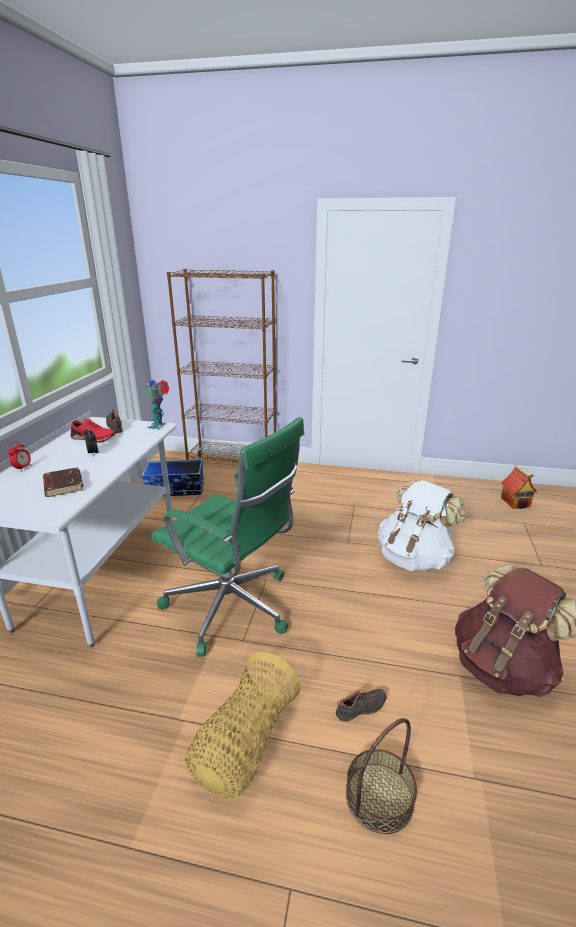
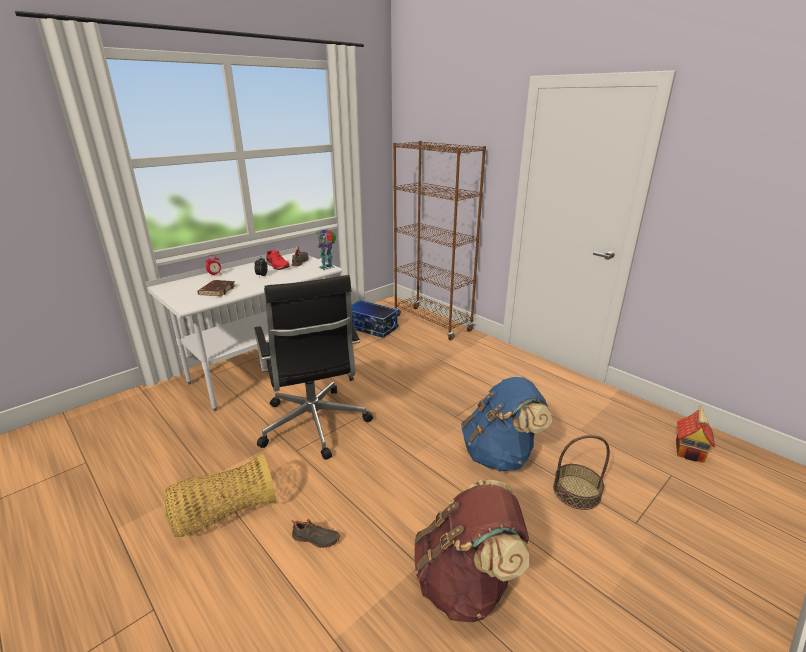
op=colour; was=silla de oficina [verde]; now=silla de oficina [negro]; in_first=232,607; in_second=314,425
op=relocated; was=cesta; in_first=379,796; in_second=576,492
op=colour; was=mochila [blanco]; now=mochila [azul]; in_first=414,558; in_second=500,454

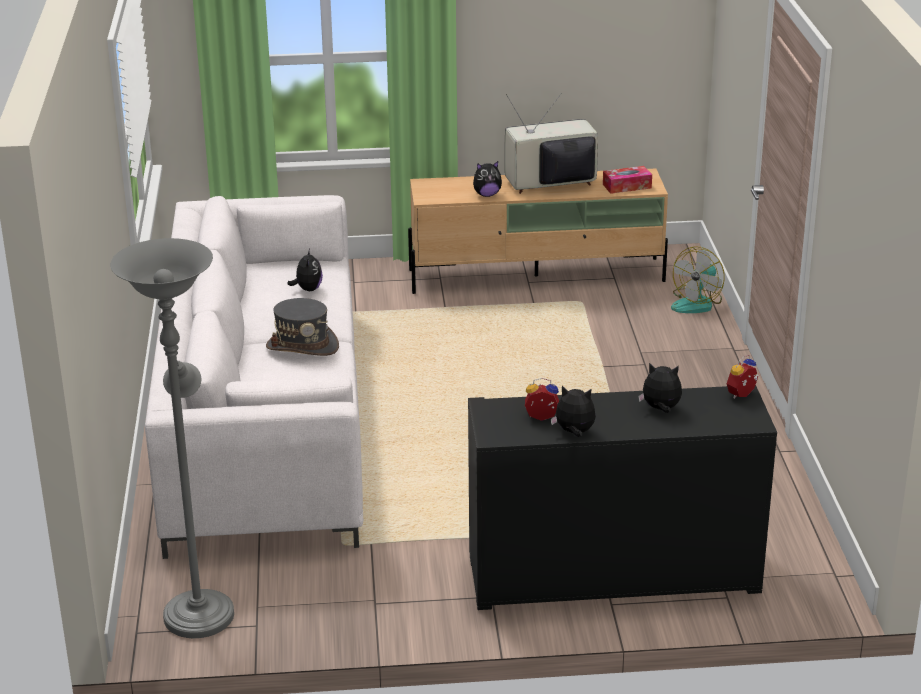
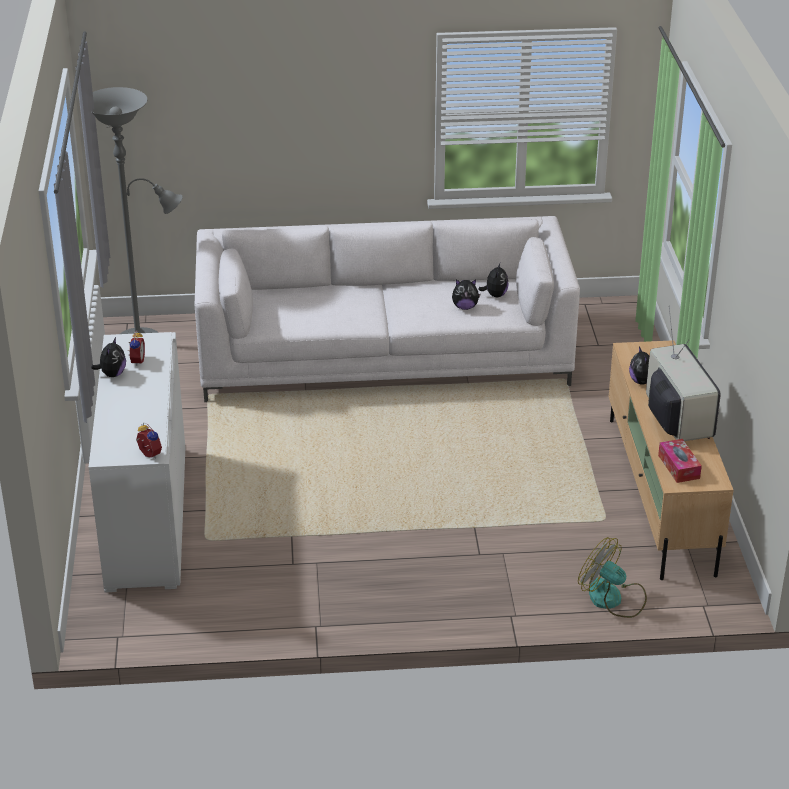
op=missing; was=sombrero [gris]; in_first=302,346
op=colour; was=armario [negro]; now=armario [blanco]; in_first=613,573; in_second=147,517
op=relocated; was=peluche; in_first=661,409; in_second=495,295

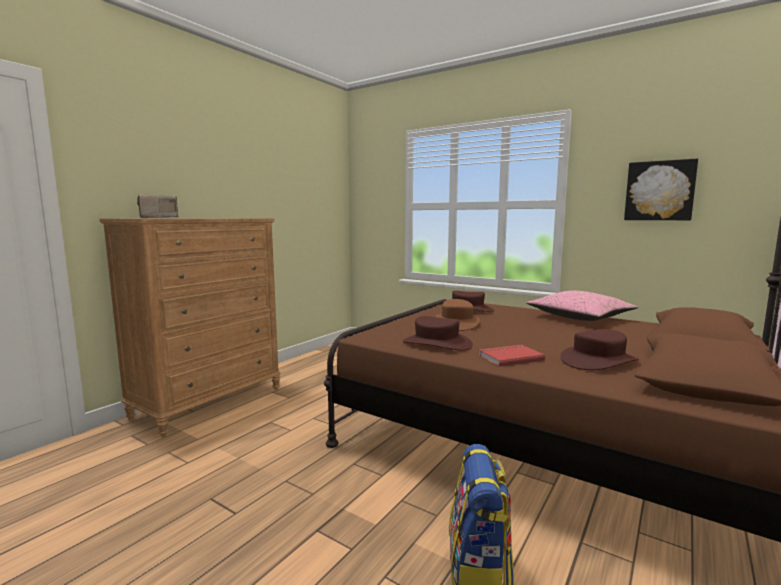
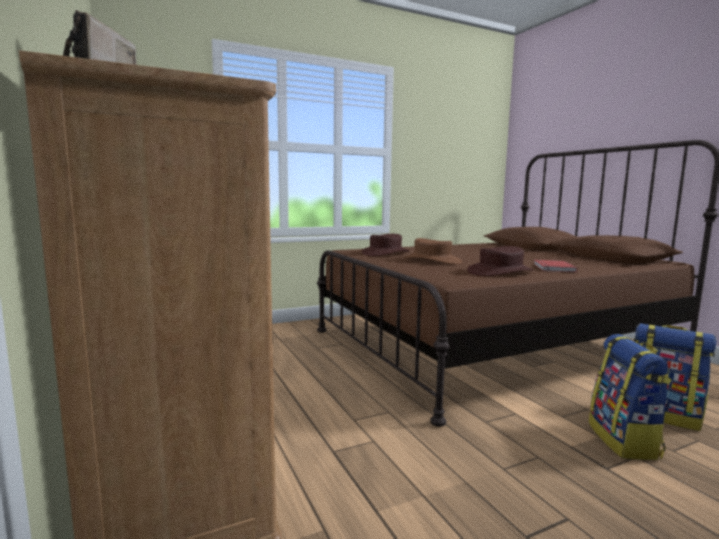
op=missing; was=cojín [rosa]; in_first=579,318
op=missing; was=sombrero [marrón]; in_first=598,361
op=missing; was=cuadro; in_first=659,191
op=appeared; now=mochila; in_second=625,441

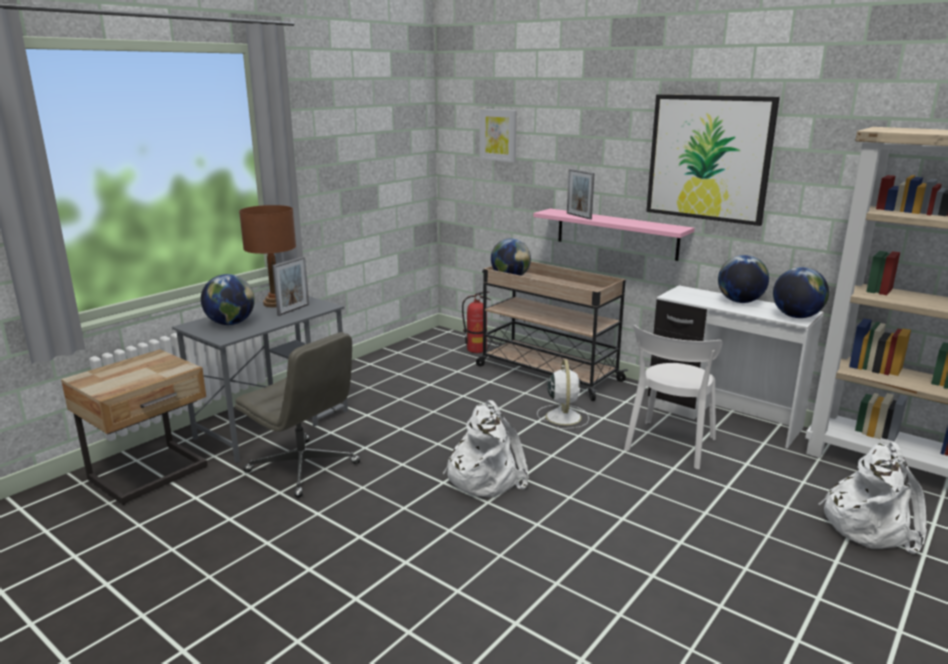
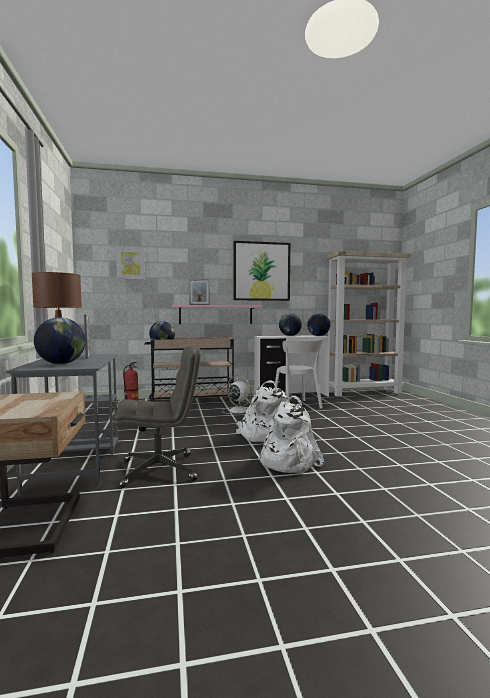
op=relocated; was=mochila [blanco]; in_first=869,525; in_second=287,462

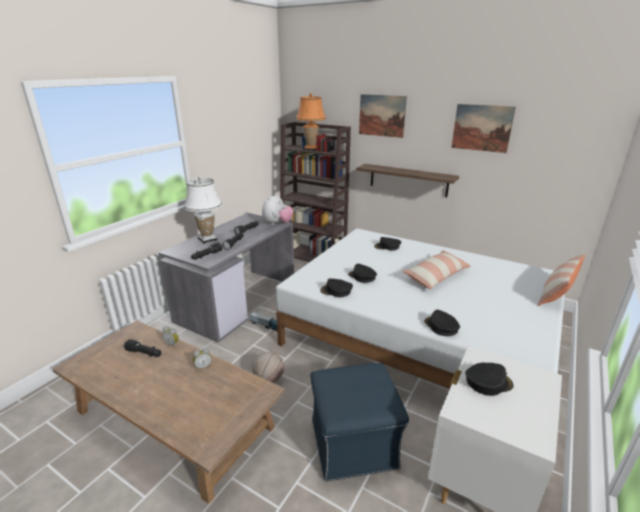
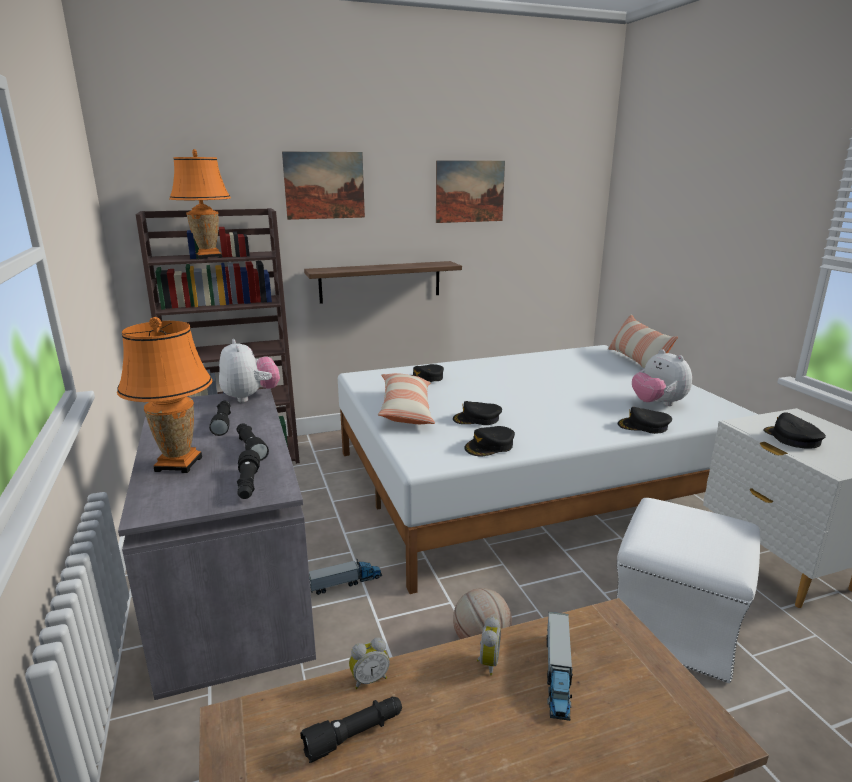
op=colour; was=lámpara de mesa [blanco]; now=lámpara de mesa [naranja]; in_first=207,239; in_second=178,464
op=colour; was=puf [azul]; now=puf [blanco]; in_first=354,443; in_second=675,624
op=relocated; was=cojín; in_first=436,276; in_second=406,409
op=spun; was=gorra [negro]; in_first=487,382; in_second=792,438; clockwise=-45
op=appeared; now=camión de juguete; in_second=557,674
op=appeared; now=peluche; in_second=658,404

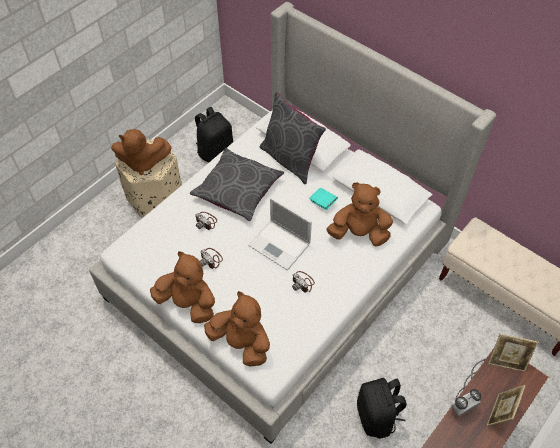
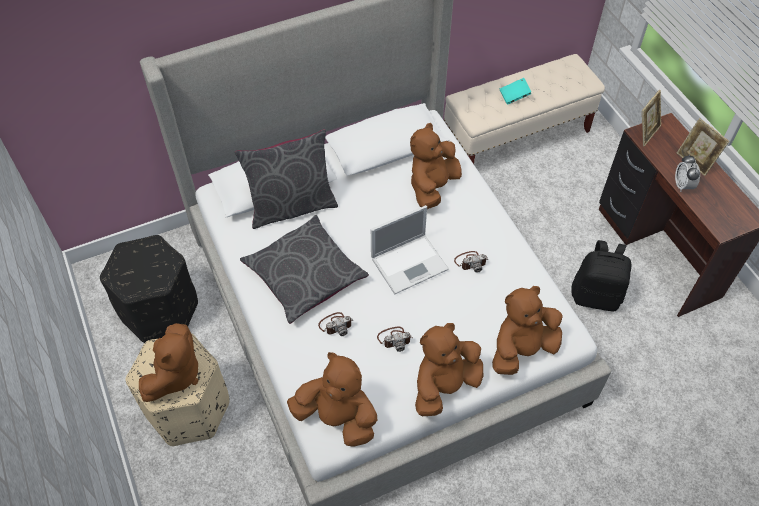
op=exchanged; was=mochila [negro]; now=puf [negro]; in_first=215,151; in_second=160,311
op=relocated; was=libro [turquesa]; in_first=323,202; in_second=514,96
op=appeared; now=peluche [marrón]; in_second=337,418

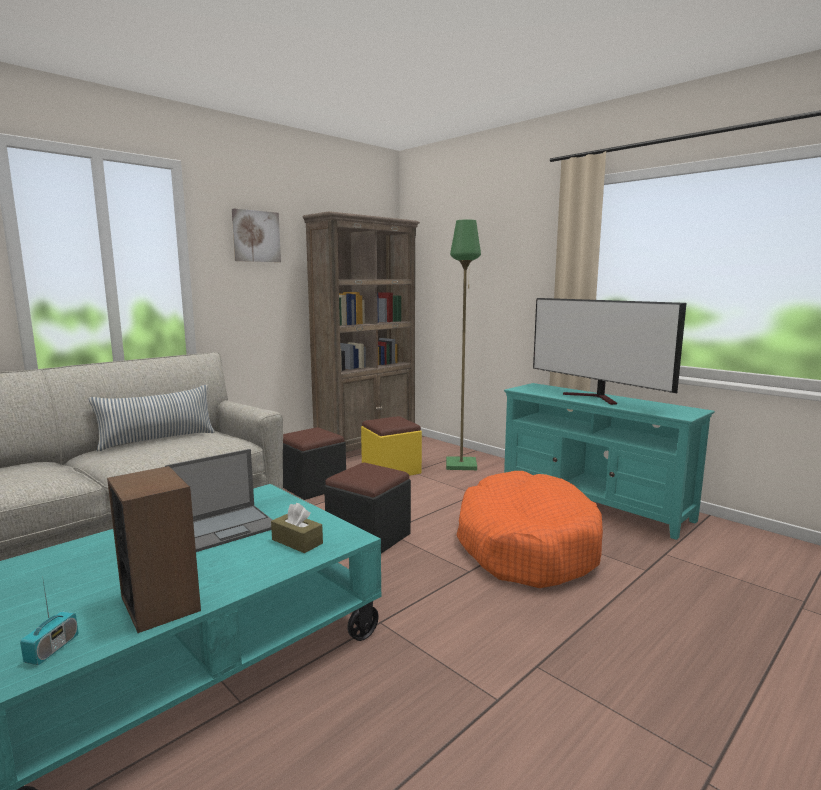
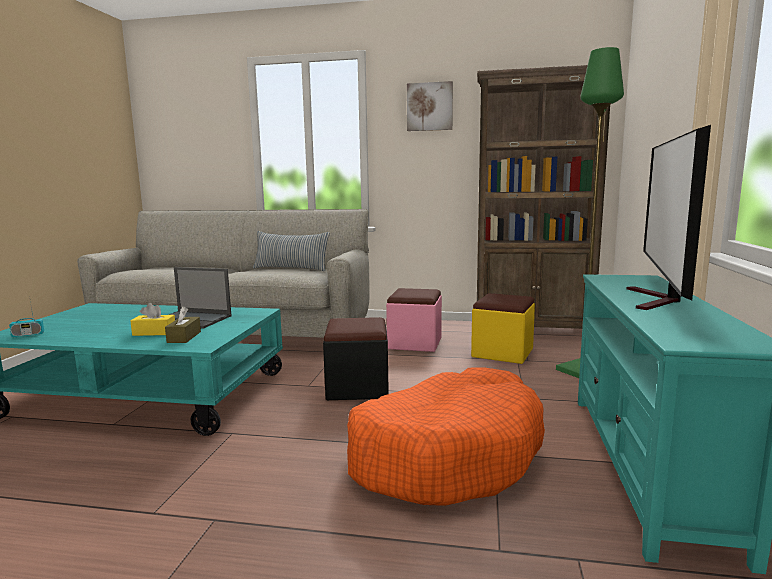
op=missing; was=altavoz; in_first=161,603
op=colour; was=puf [negro]; now=puf [rosa]; in_first=312,486; in_second=415,343
op=appeared; now=caja de pañuelos [amarillo]; in_second=154,332

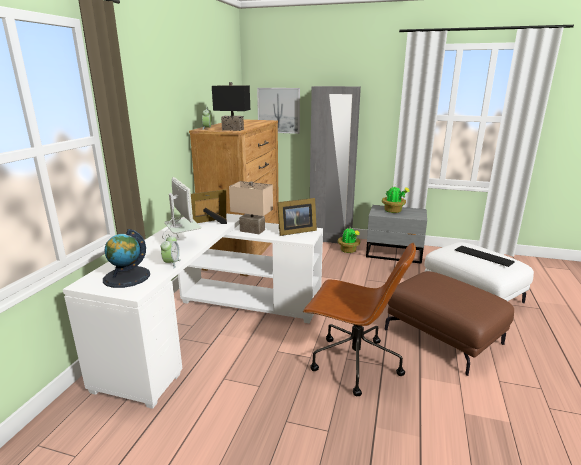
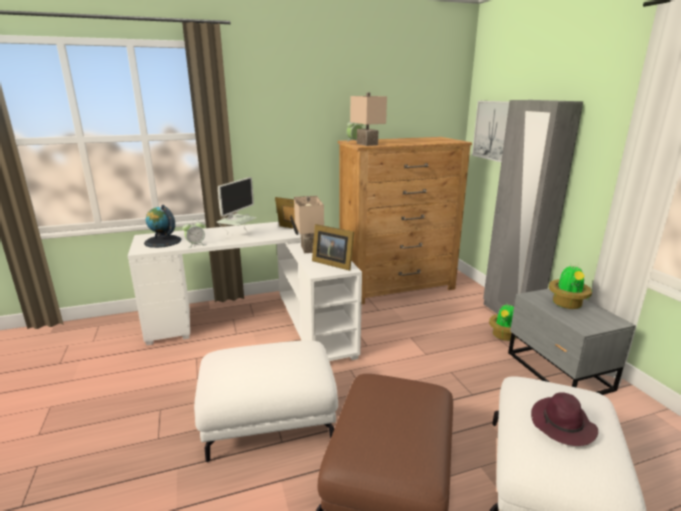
op=colour; was=lámpara de mesa [negro]; now=lámpara de mesa [beis]; in_first=233,129; in_second=368,144
op=exchanged; was=silla de oficina [marrón]; now=puf [blanco]; in_first=353,363; in_second=268,420
op=exchanged; was=teclado; now=sombrero [morado]; in_first=483,256; in_second=562,425

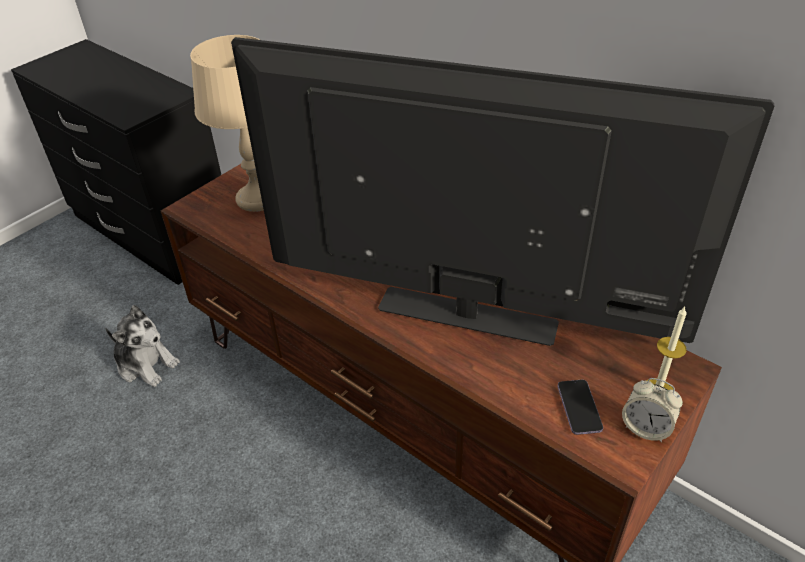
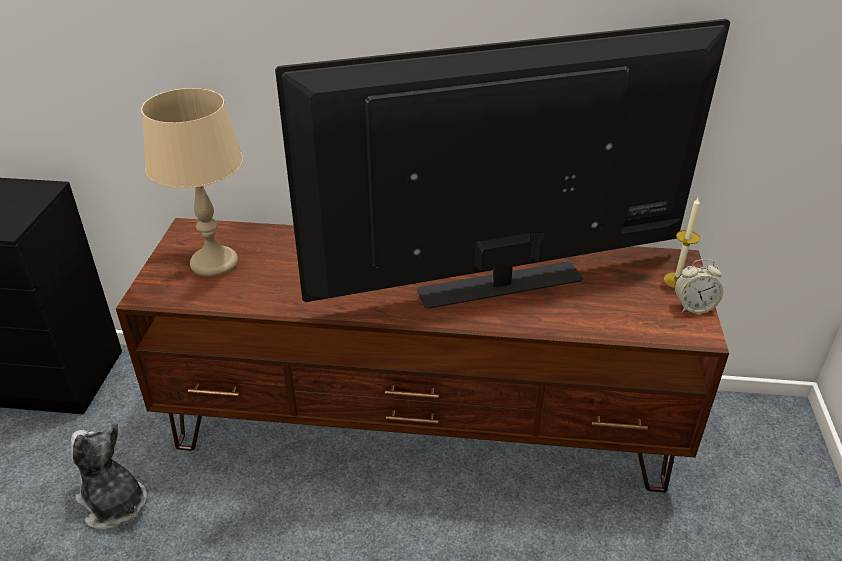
op=spun; was=peluche; in_first=146,364; in_second=114,504; clockwise=-135
op=missing; was=móvil; in_first=579,408

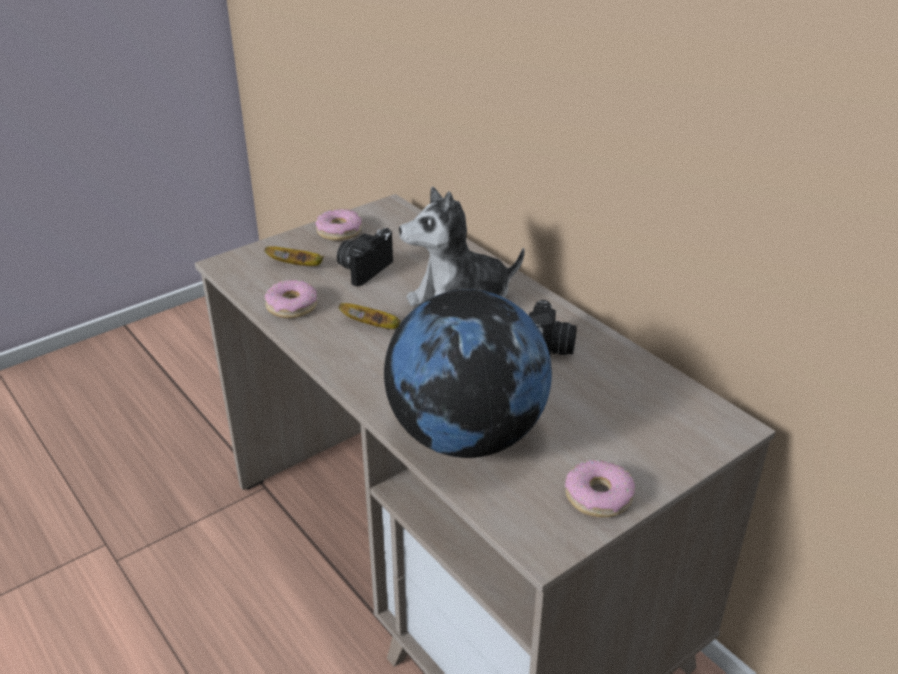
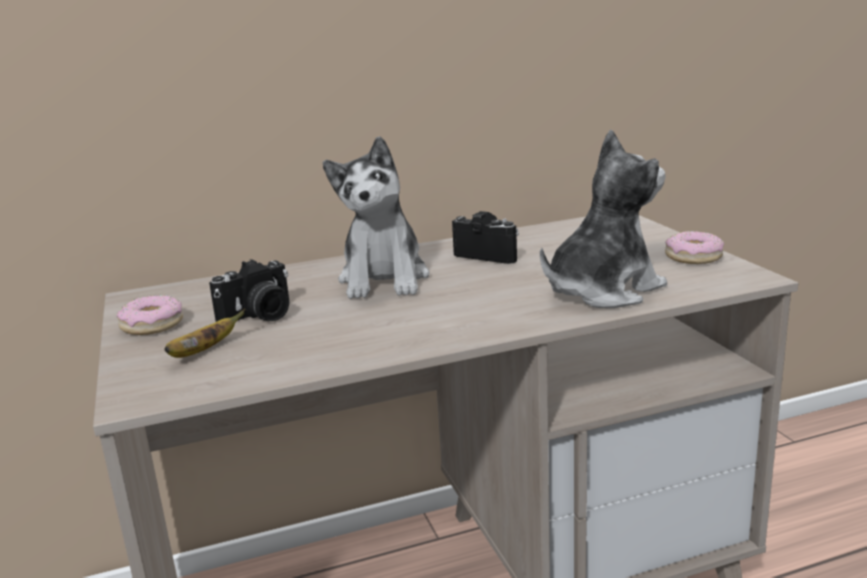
op=missing; was=rosquilla; in_first=291,306
op=spun; was=cámara; in_first=364,269; in_second=259,316; clockwise=-90
op=missing; was=plátano; in_first=373,326
op=exchanged; was=globo terráqueo; now=peluche; in_first=466,436; in_second=602,291

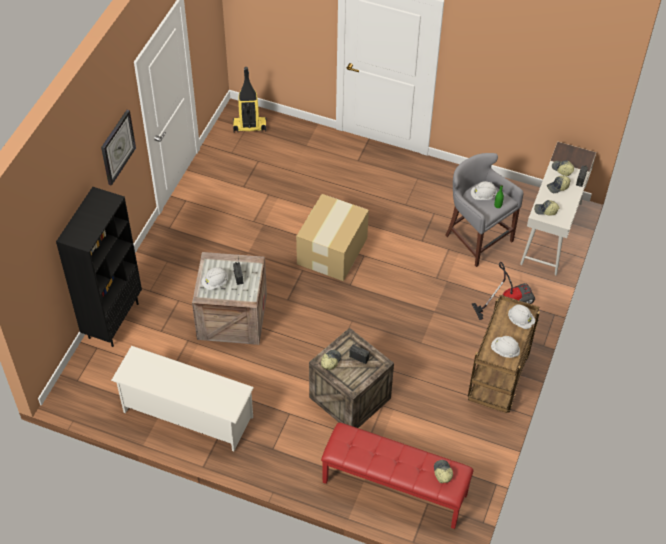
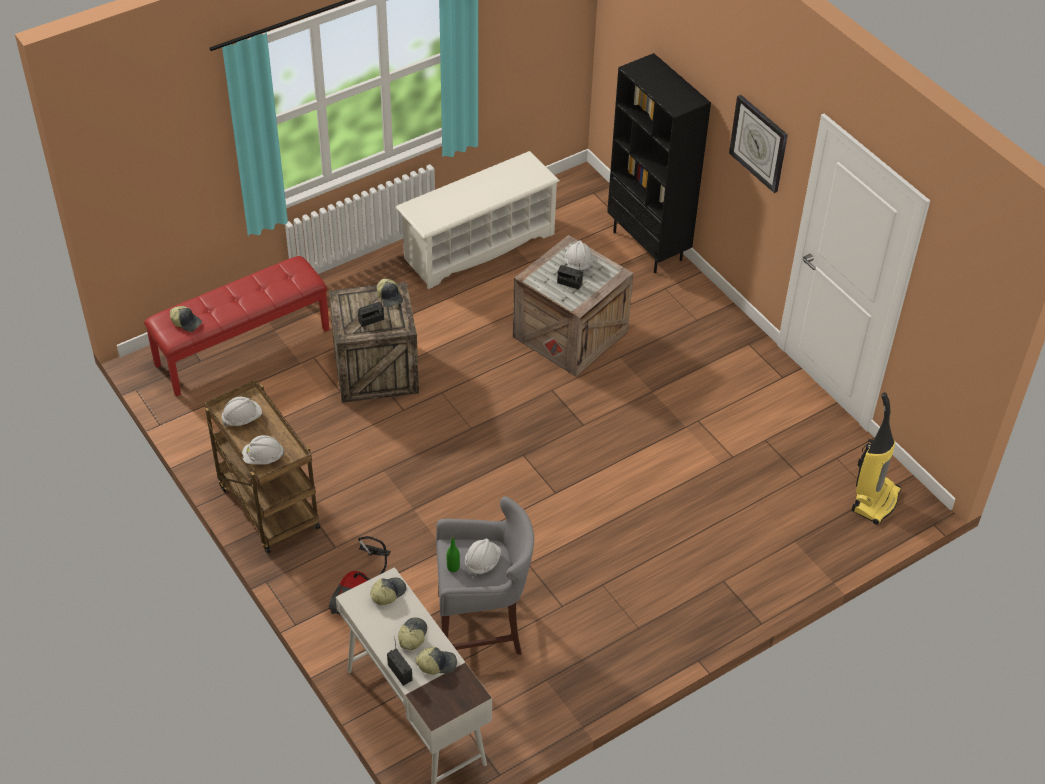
op=missing; was=caja de cartón; in_first=331,251

